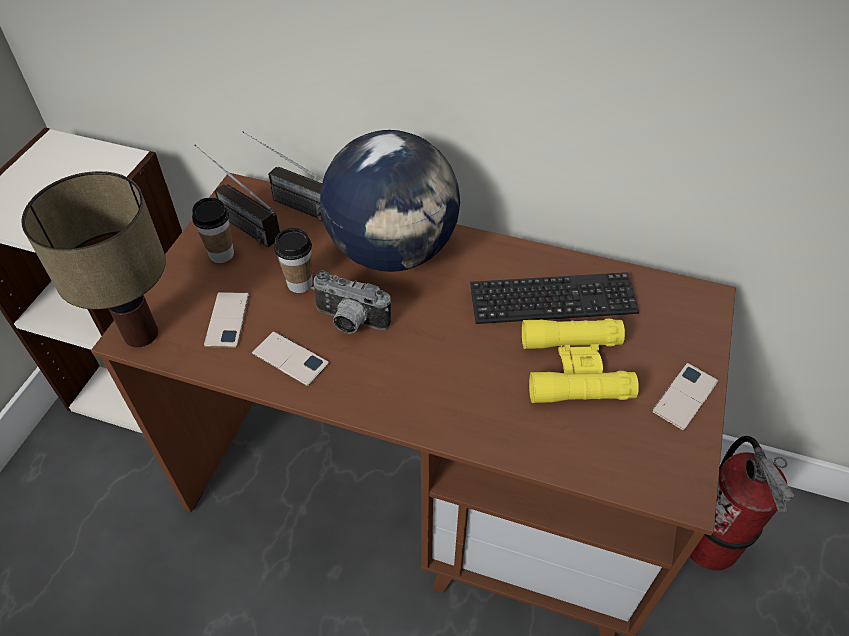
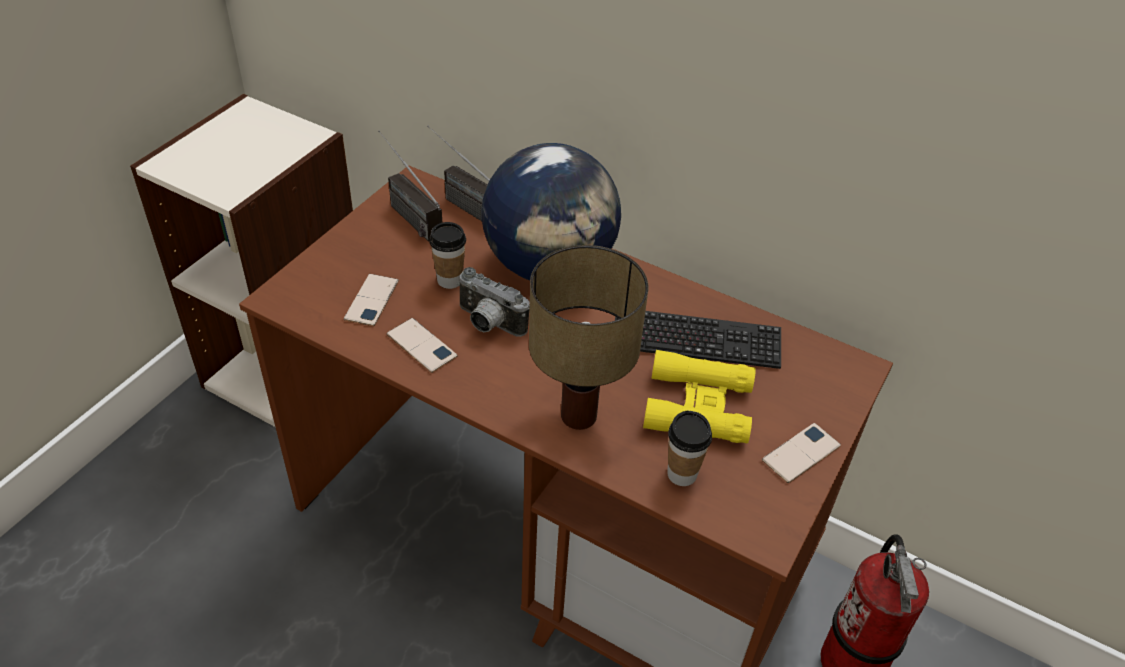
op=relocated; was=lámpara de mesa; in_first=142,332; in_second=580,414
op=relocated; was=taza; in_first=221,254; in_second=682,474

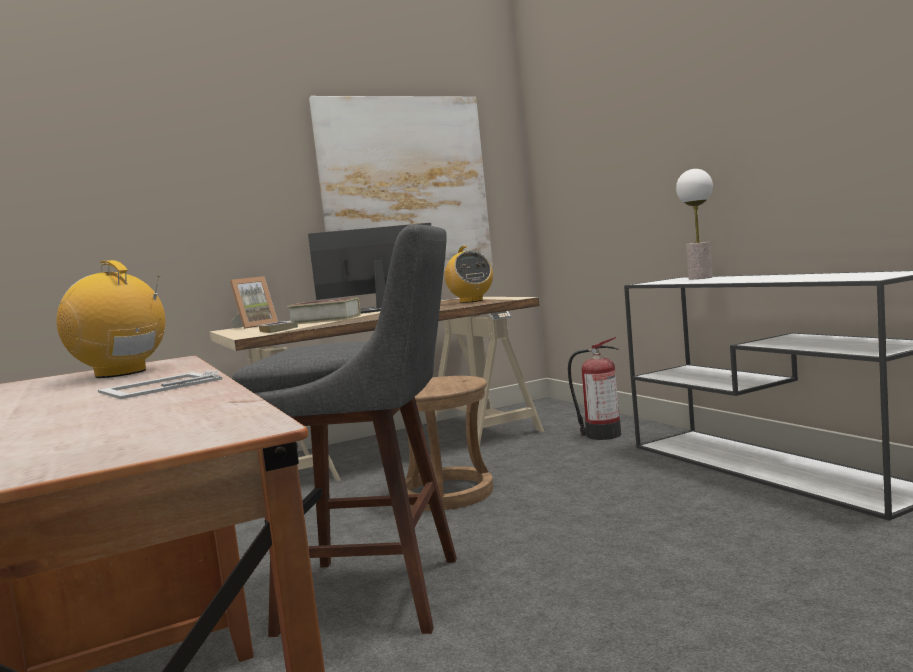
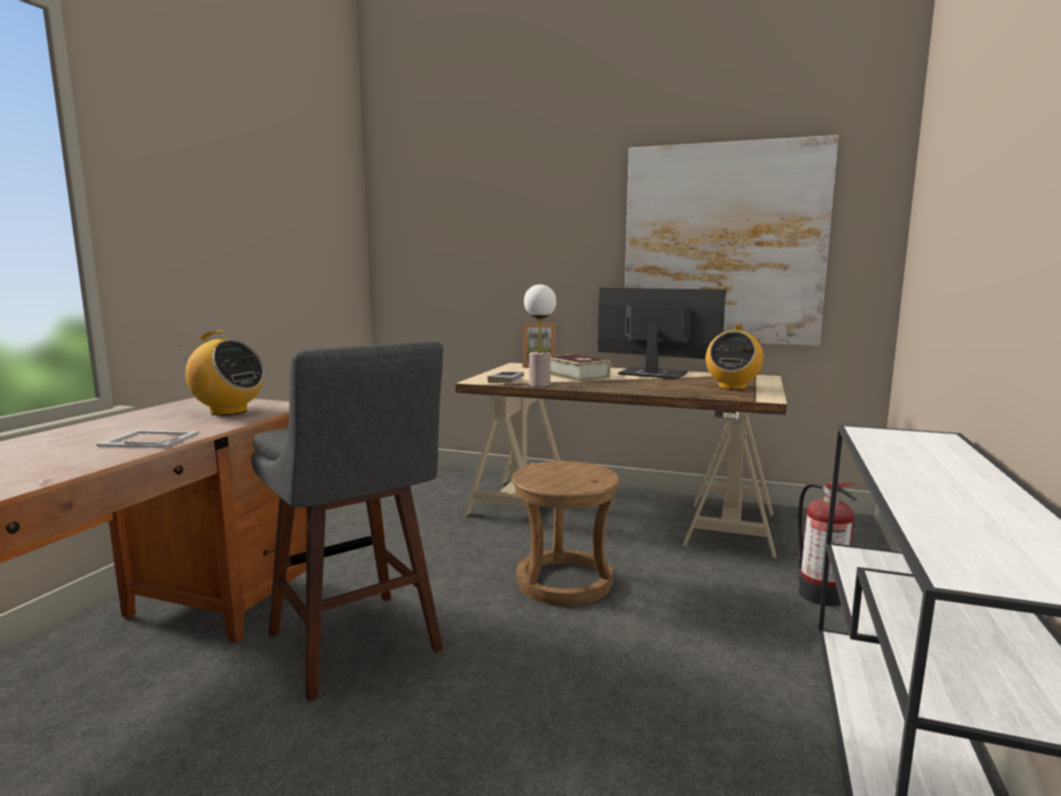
op=spun; was=radio; in_first=121,373; in_second=228,411; clockwise=120
op=relocated; was=lámpara de mesa; in_first=700,278; in_second=539,385

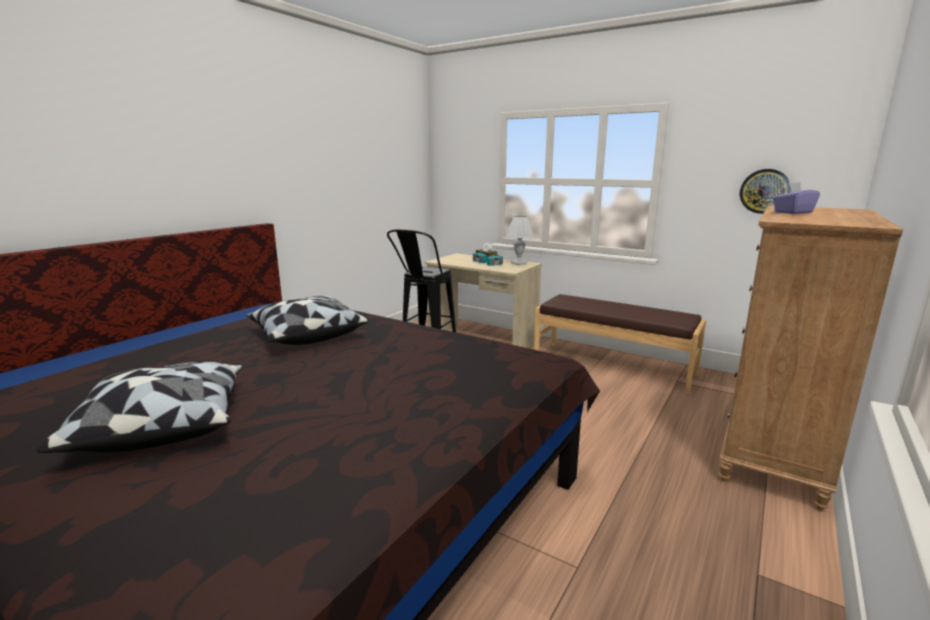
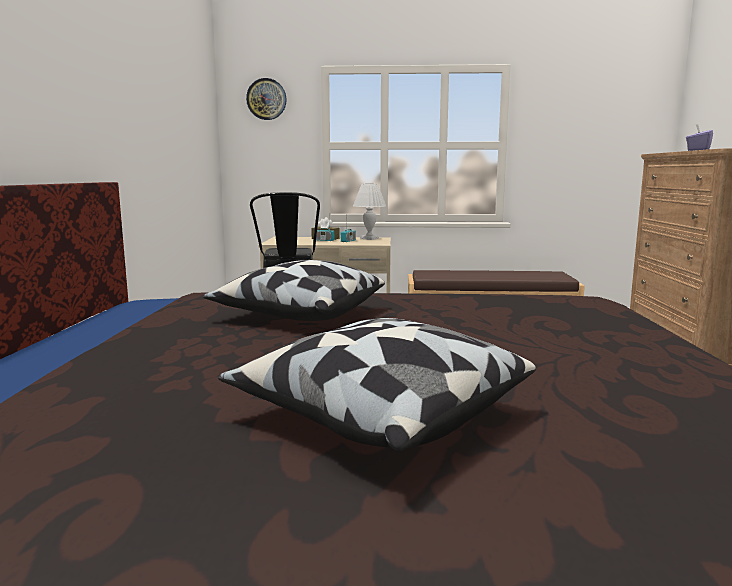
op=relocated; was=reloj de pared; in_first=764,191; in_second=266,99

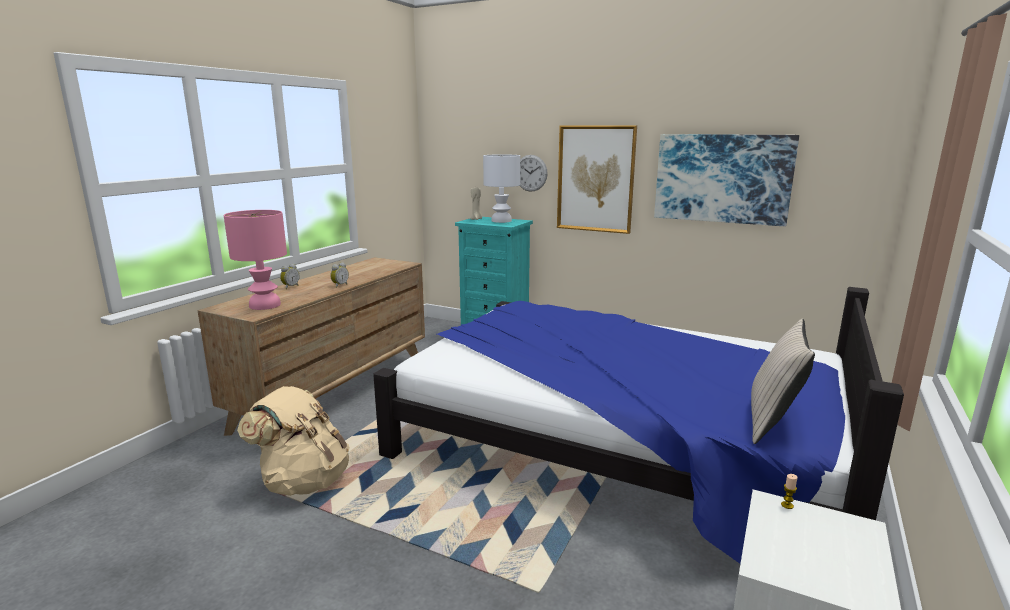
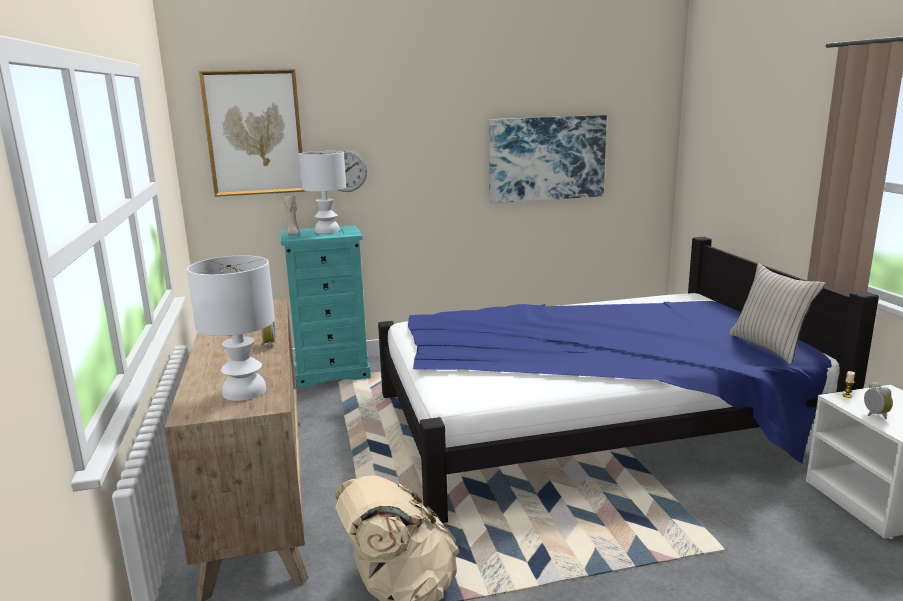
op=colour; was=lámpara de mesa [rosa]; now=lámpara de mesa [blanco]; in_first=265,305; in_second=243,391
op=relocated; was=despertador; in_first=290,287; in_second=874,415
op=relocated; was=cuadro; in_first=595,179; in_second=254,133

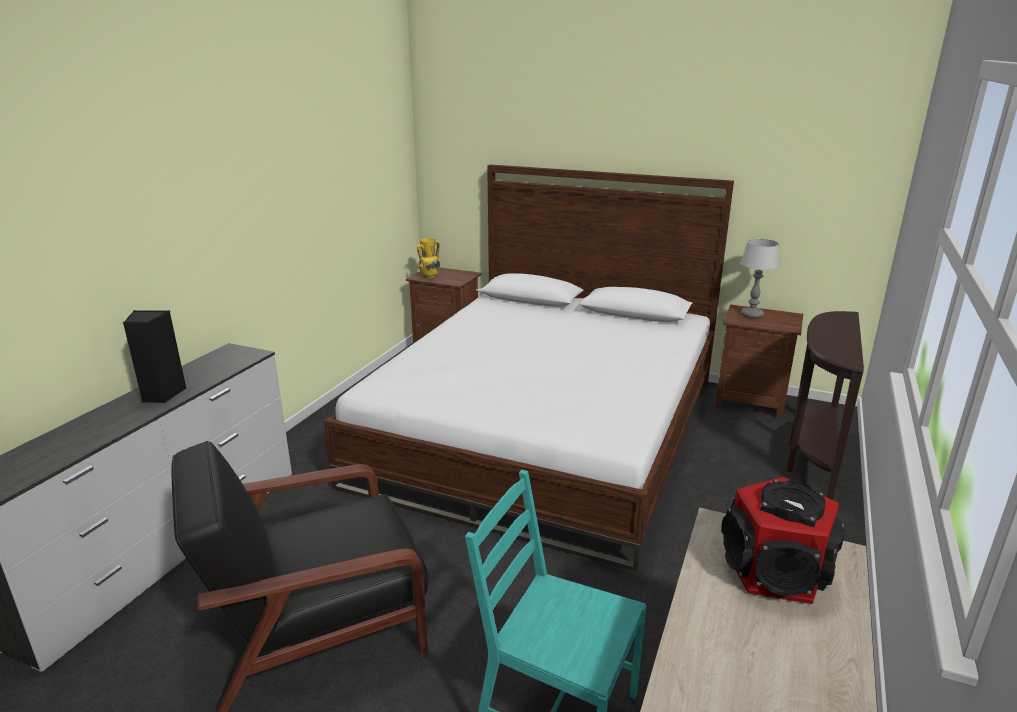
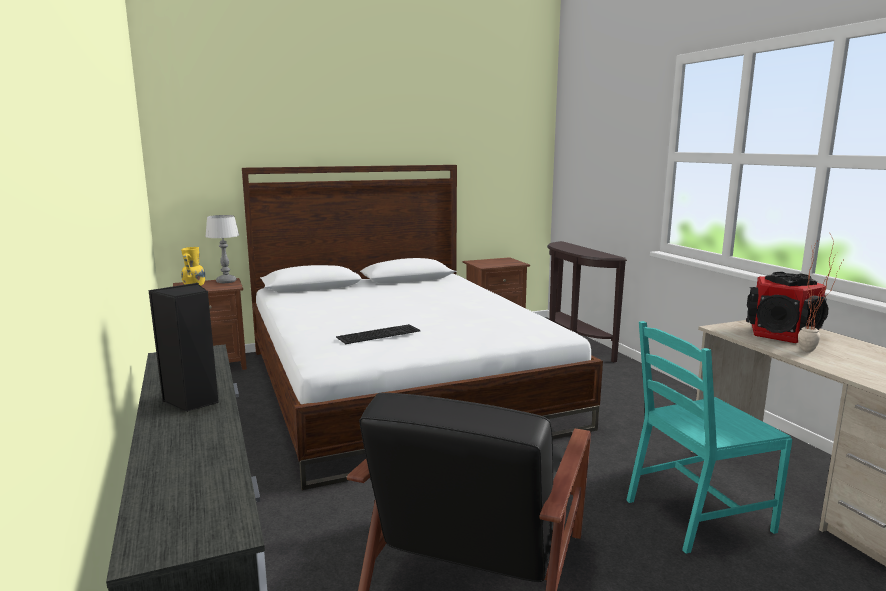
op=relocated; was=lámpara de mesa; in_first=752,315; in_second=226,281
op=appeared; now=teclado; in_second=379,333
op=appeared; now=planta en maceta; in_second=813,351

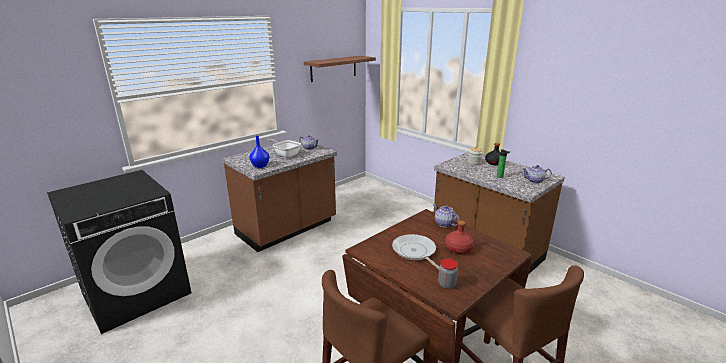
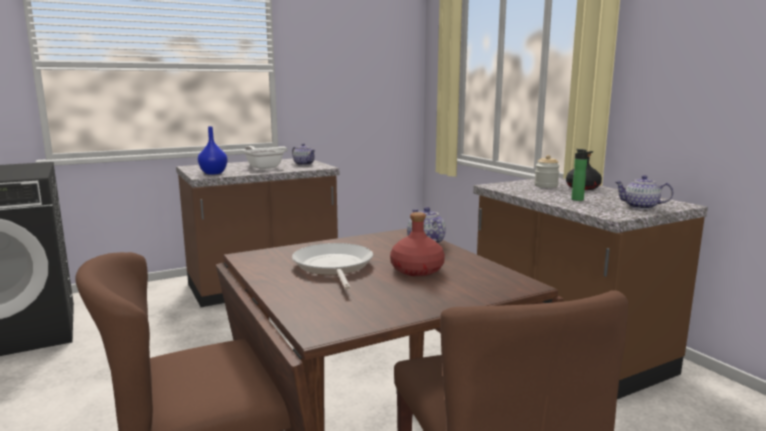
op=missing; was=estante; in_first=333,68
op=missing; was=tarro; in_first=446,284

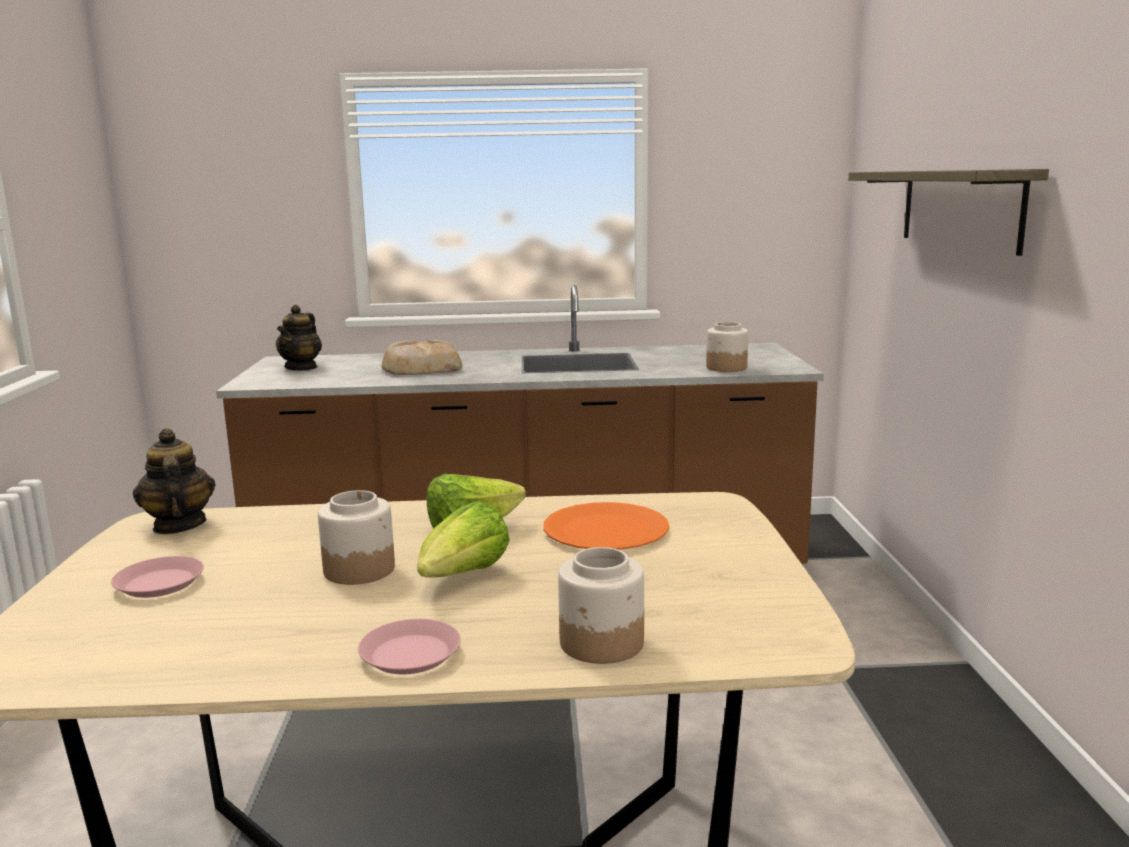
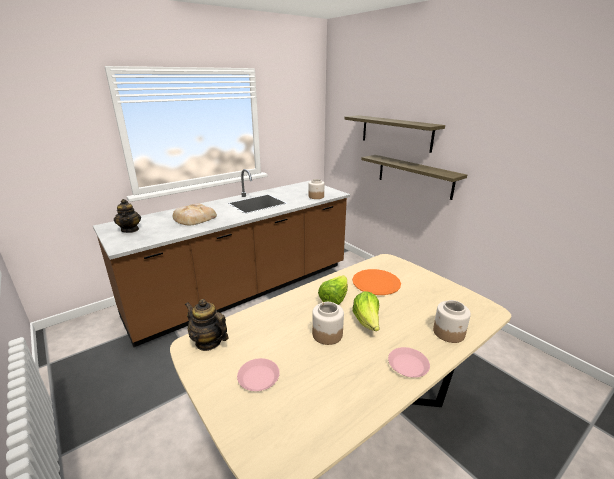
op=appeared; now=estante; in_second=414,176

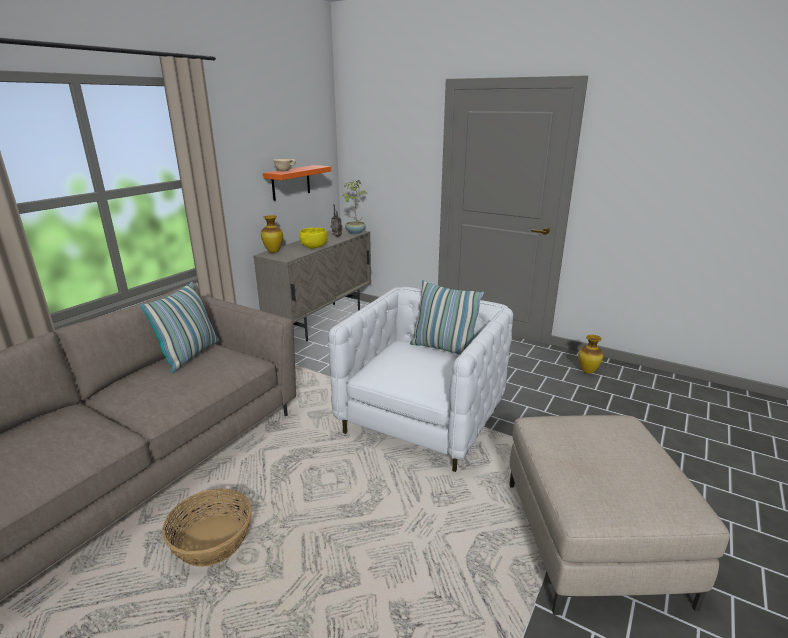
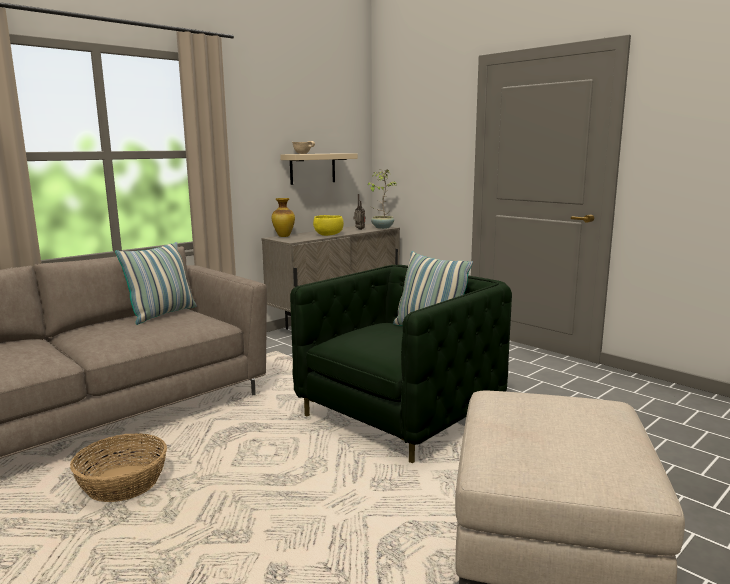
op=colour; was=estante [naranja]; now=estante [beis]; in_first=291,182; in_second=312,168
op=colour; was=sillón [blanco]; now=sillón [verde]; in_first=422,420; in_second=400,415
op=missing; was=florero; in_first=587,371

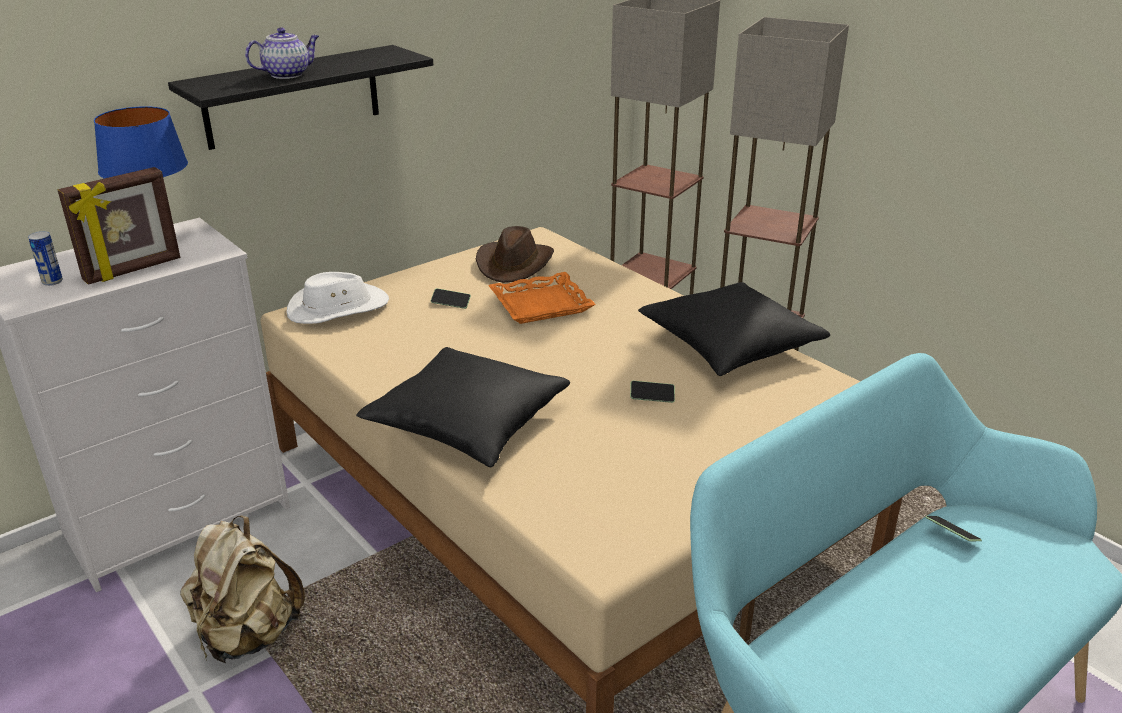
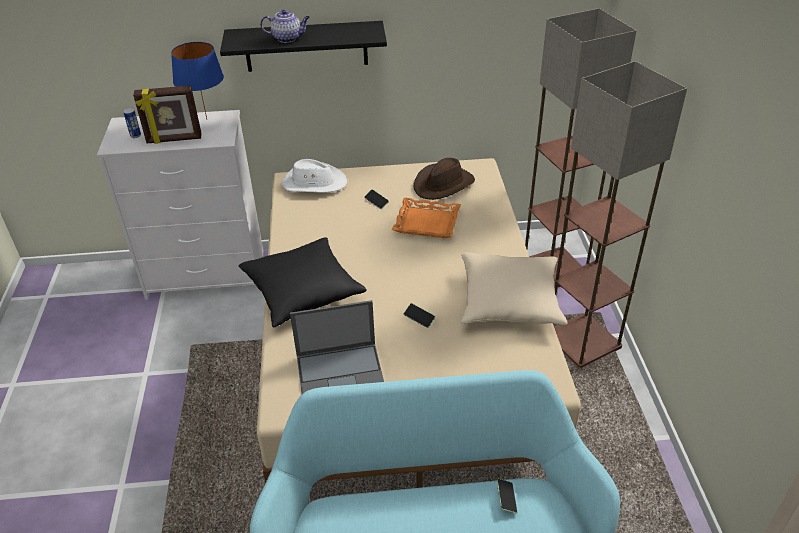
op=missing; was=mochila [beis]; in_first=247,635
op=colour; was=cojín [negro]; now=cojín [beis]; in_first=729,345; in_second=509,301
op=appeared; now=portátil; in_second=341,371

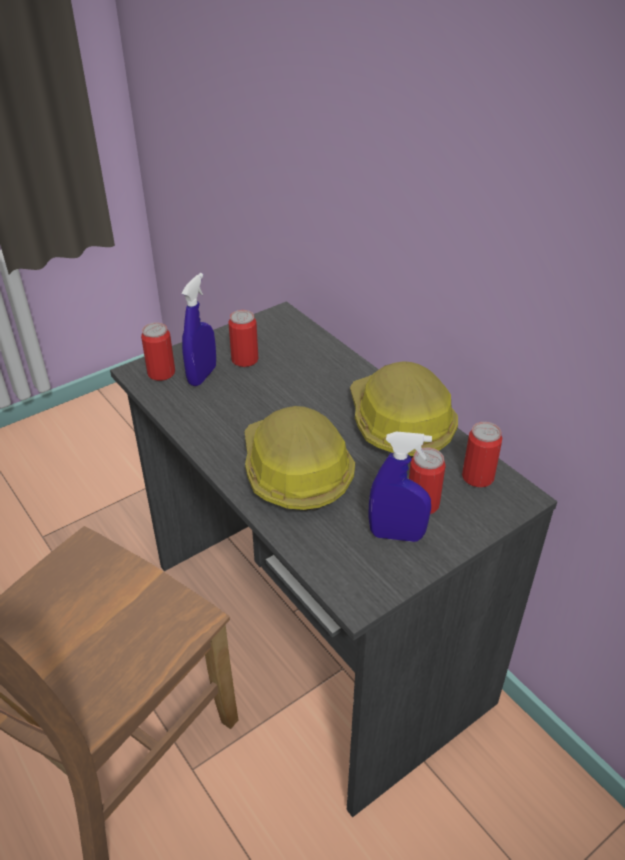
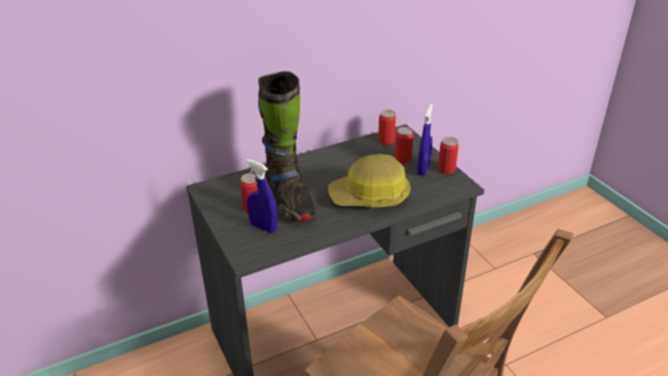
op=relocated; was=lata; in_first=161,373; in_second=446,169
op=missing; was=casco; in_first=398,424
op=appeared; now=bota [negro]; in_second=289,200

